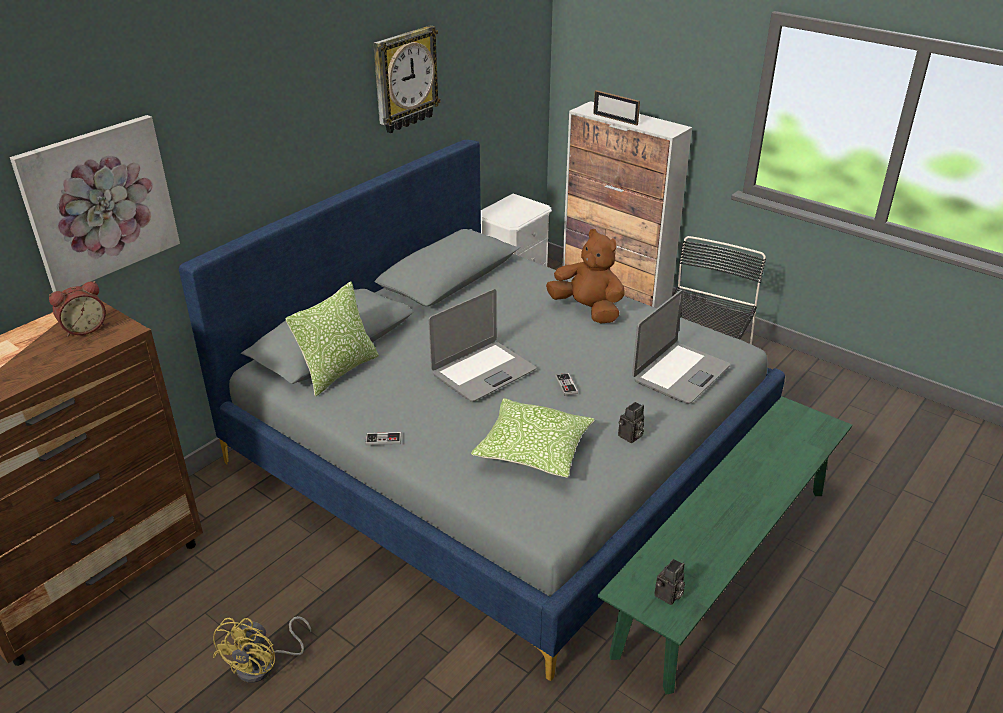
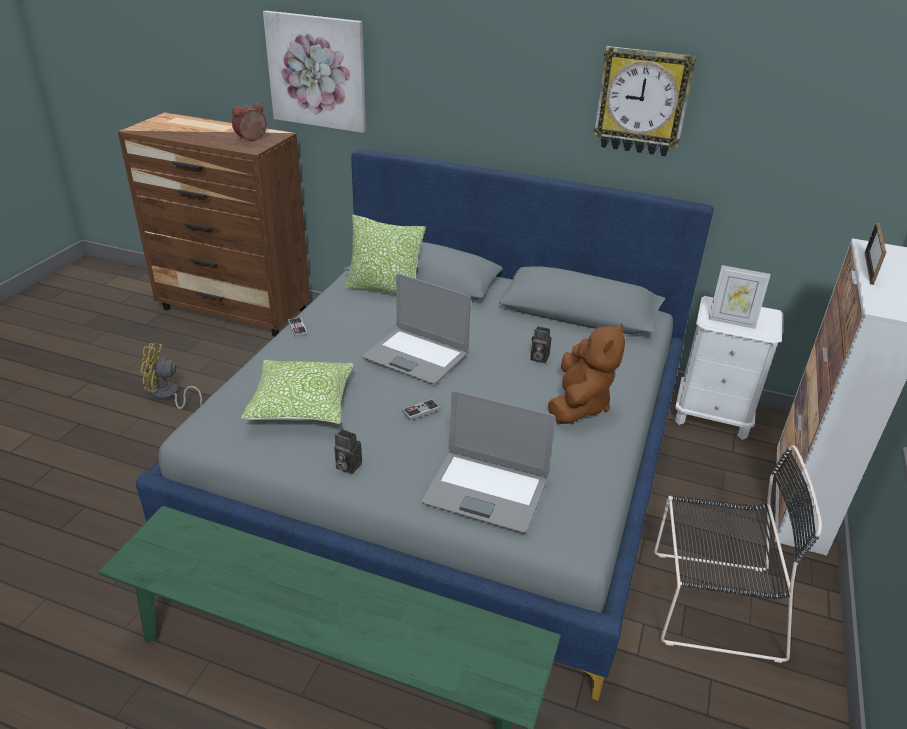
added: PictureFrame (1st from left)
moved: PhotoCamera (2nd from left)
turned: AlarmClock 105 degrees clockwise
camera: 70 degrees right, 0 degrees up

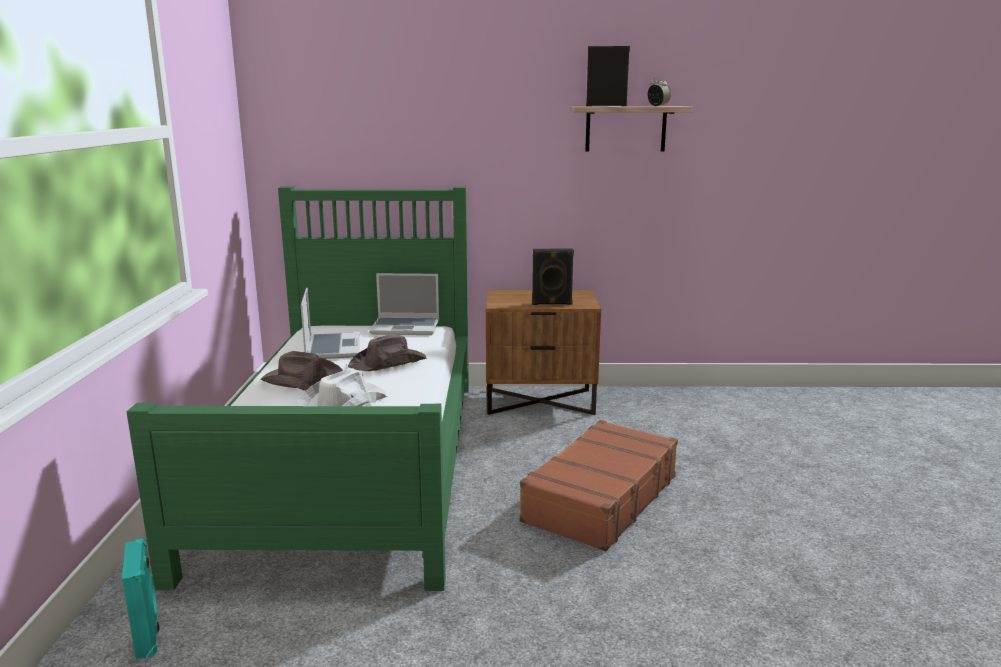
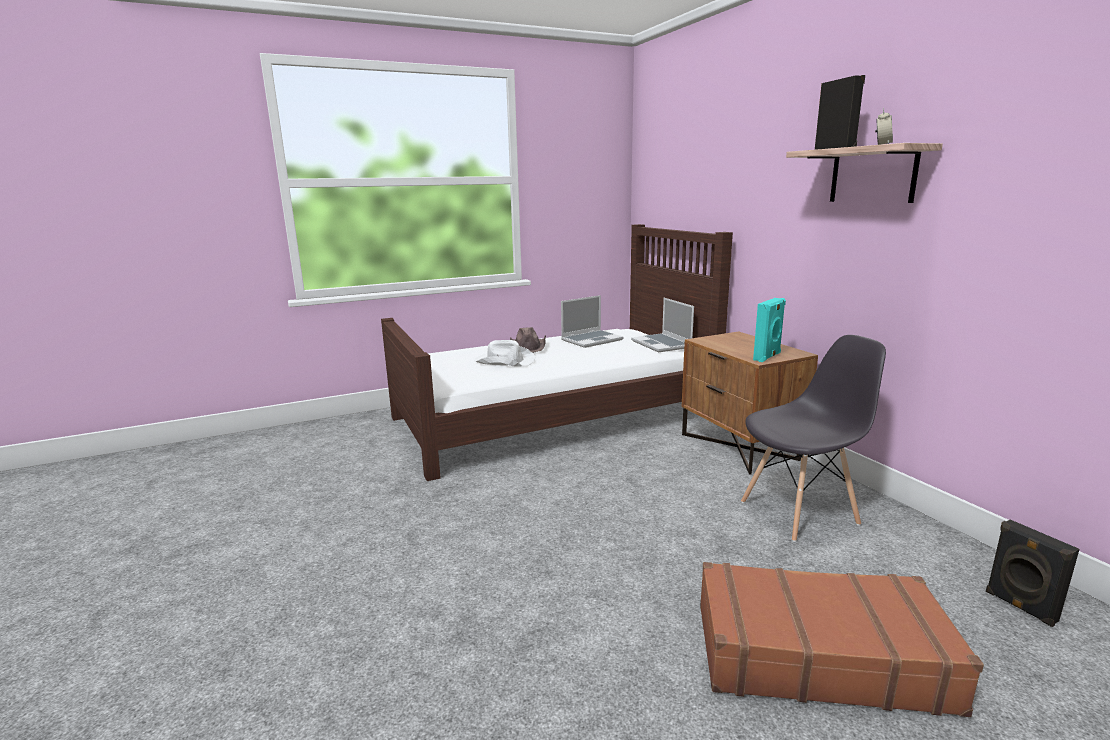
removed: BrownHat (2nd from left)
added: GreyChair
moved: TurquoiseSpeaker; BrownSuitcase; BlackSpeaker (1st from left in the first image) to BlackSpeaker (2nd from left)
recoloured: GreenBed to BrownBed
camera: 65 degrees right, 0 degrees up

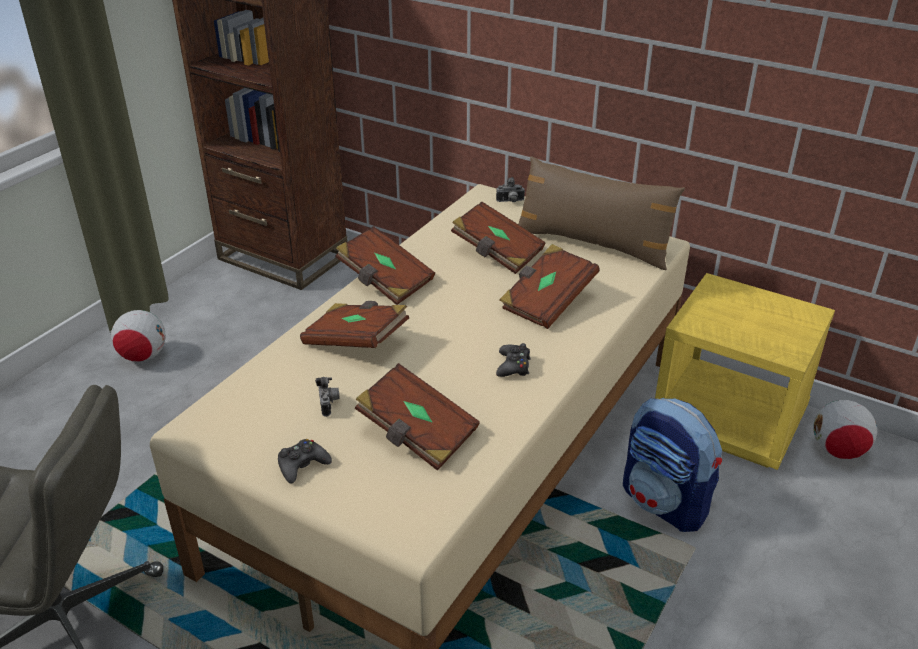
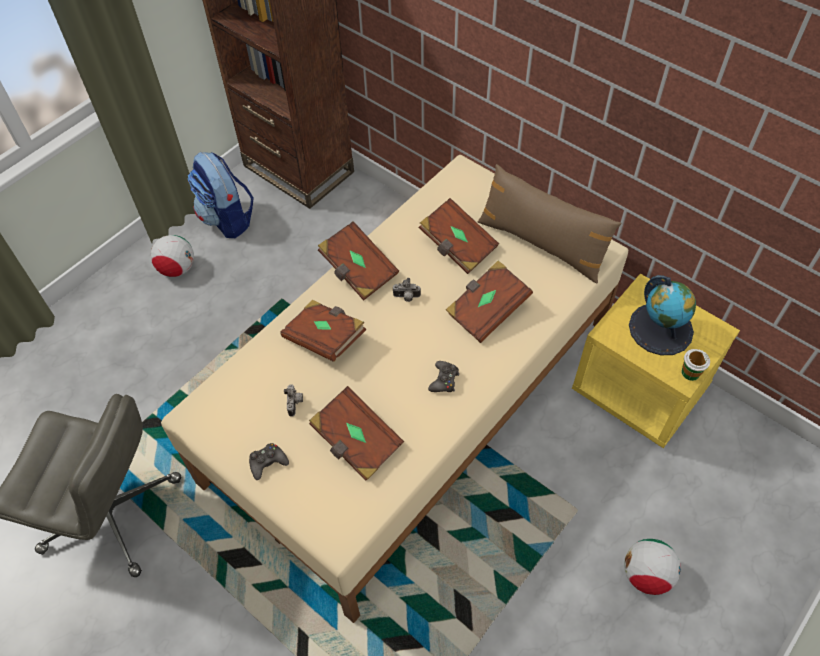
added: Globe; Cup
moved: PhotoCamera (2nd from left); Backpack; Football (2nd from left)
camera: 10 degrees right, 20 degrees up

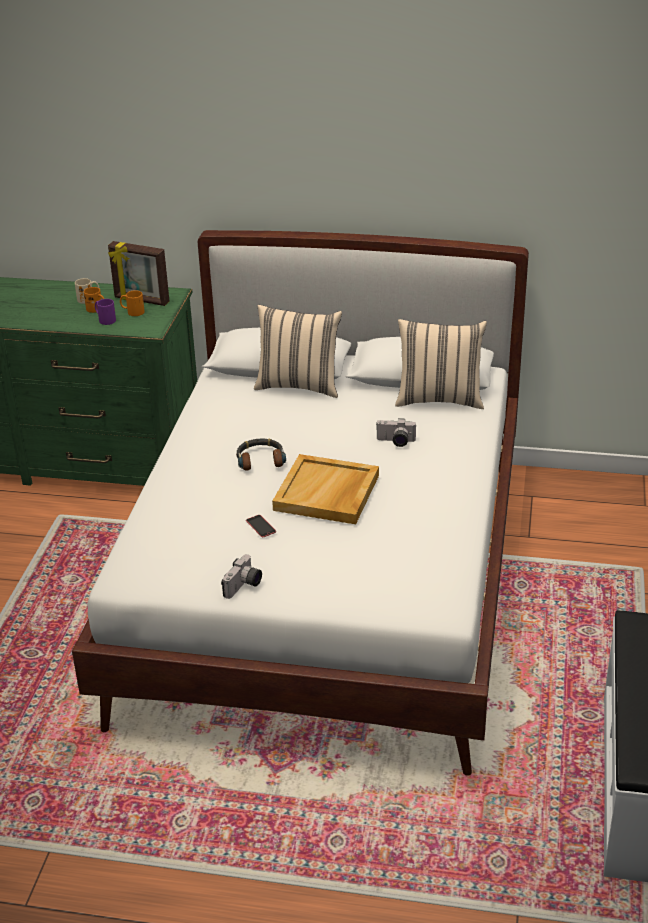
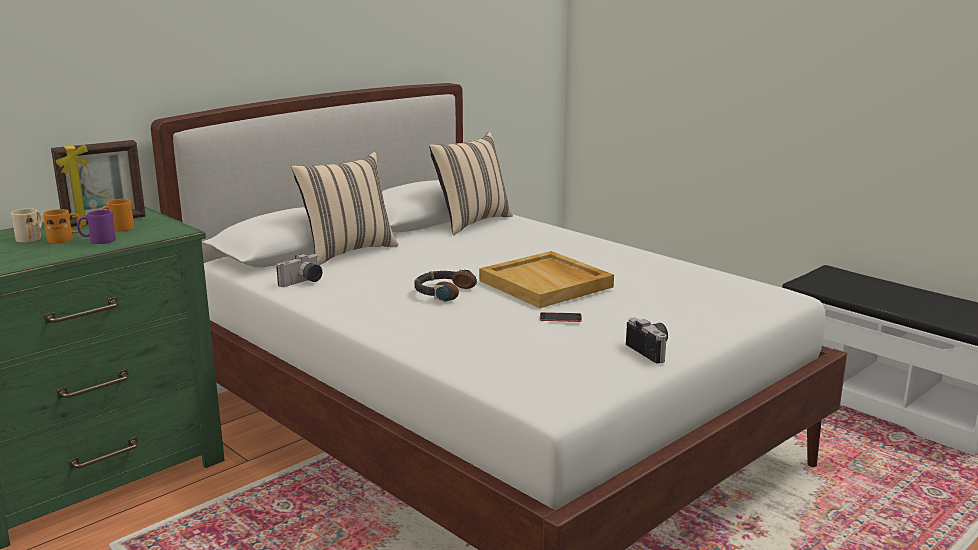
moved: PhotoCamera (2nd from left in the first image) to PhotoCamera (1st from left)
camera: 55 degrees left, 15 degrees down

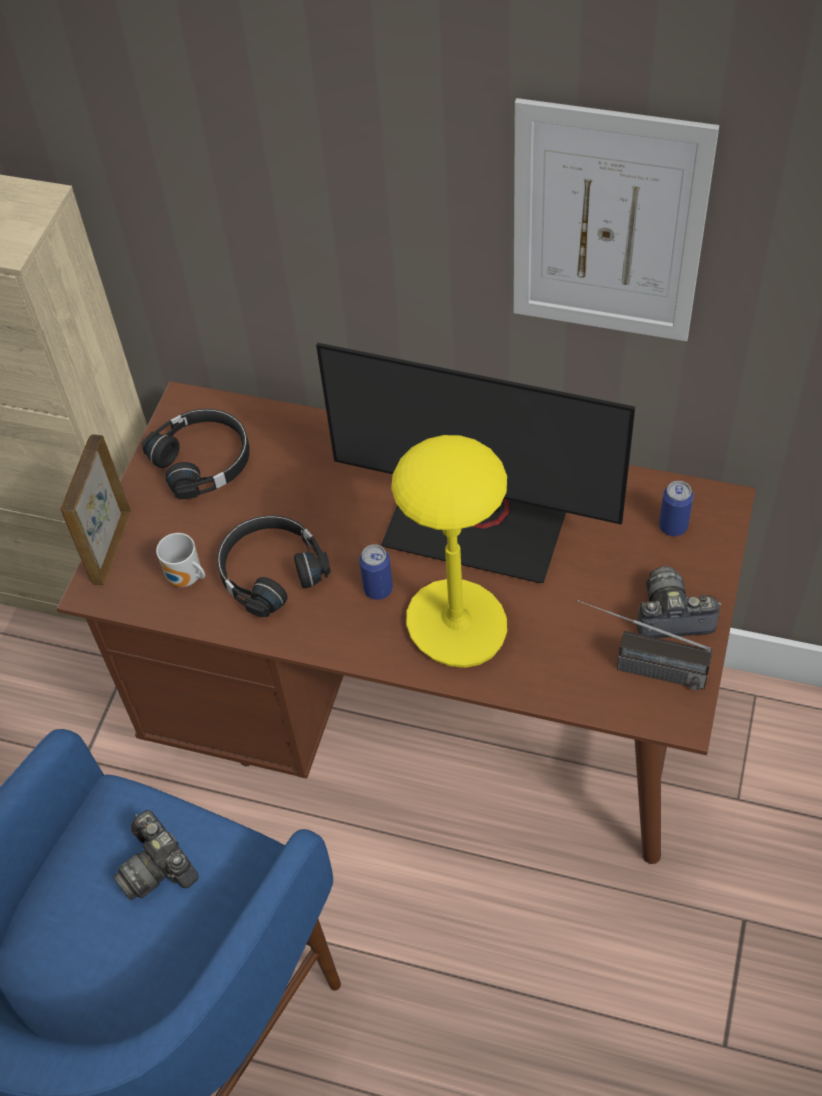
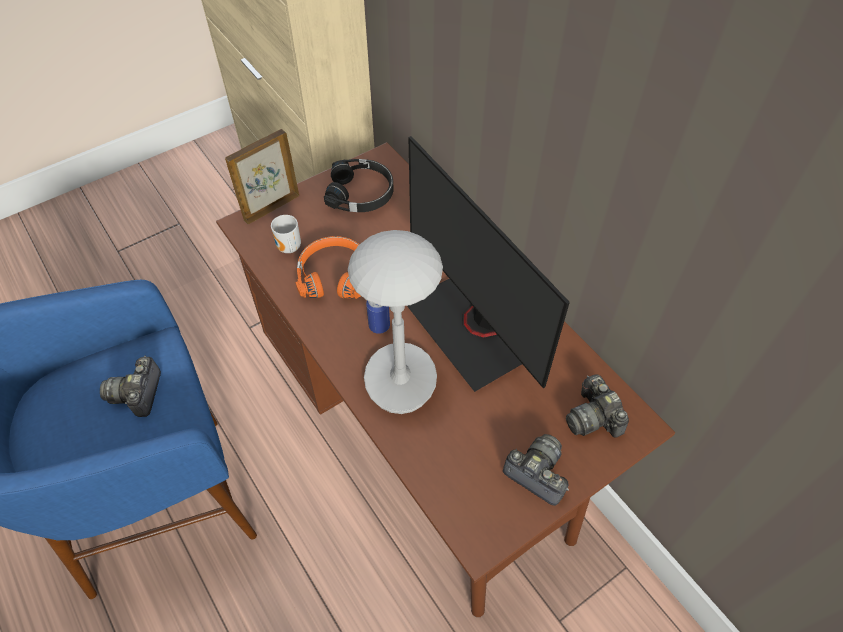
removed: Picture; Radio
replaced: Can (2nd from left) to PhotoCamera (3rd from left)
recoloured: BlackHeadphones (2nd from left) to OrangeHeadphones; YellowTableLamp to GreyTableLamp
camera: 35 degrees right, 0 degrees up

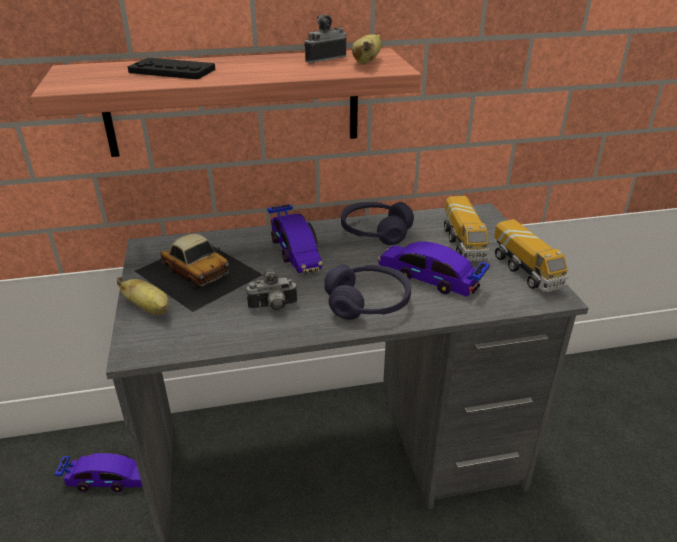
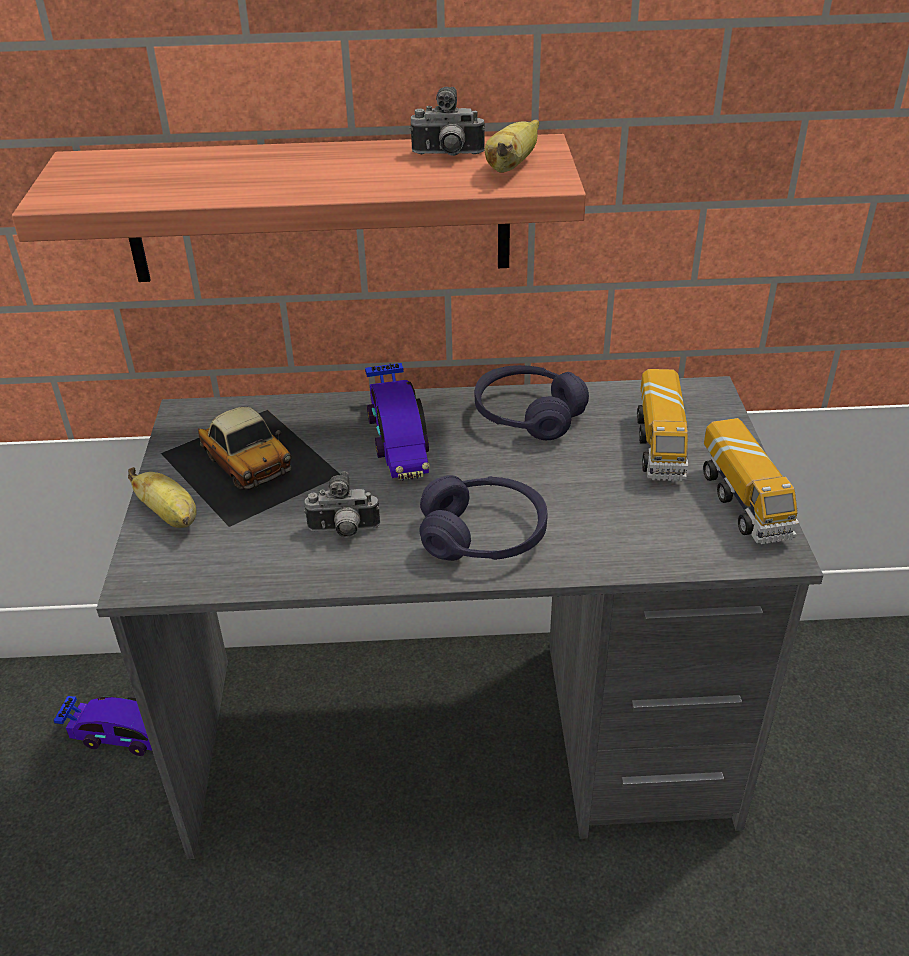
removed: BlackGameController; ToyCar (4th from left)
turned: PhotoCamera (2nd from left) 150 degrees counterclockwise
camera: 10 degrees right, 5 degrees up

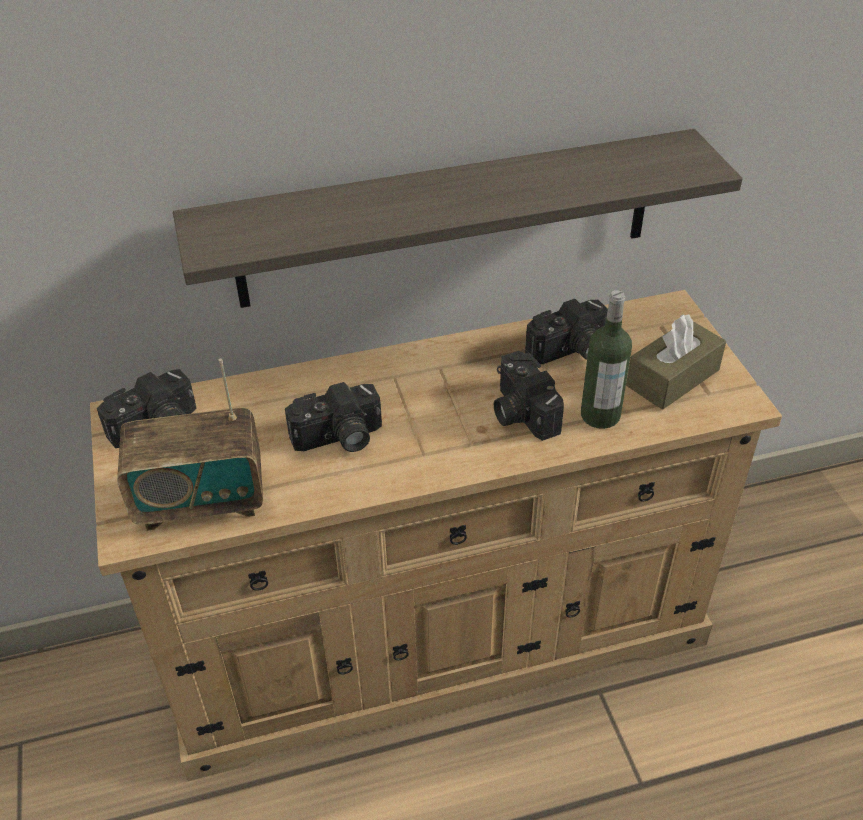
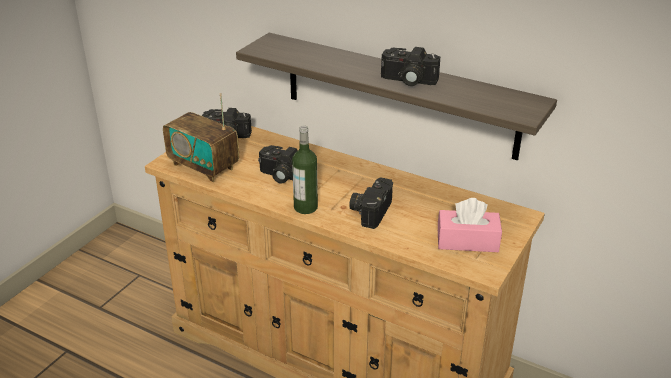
moved: PhotoCamera (4th from left); Bottle
recoloured: BrownTissueBox to PinkTissueBox
camera: 45 degrees right, 10 degrees down

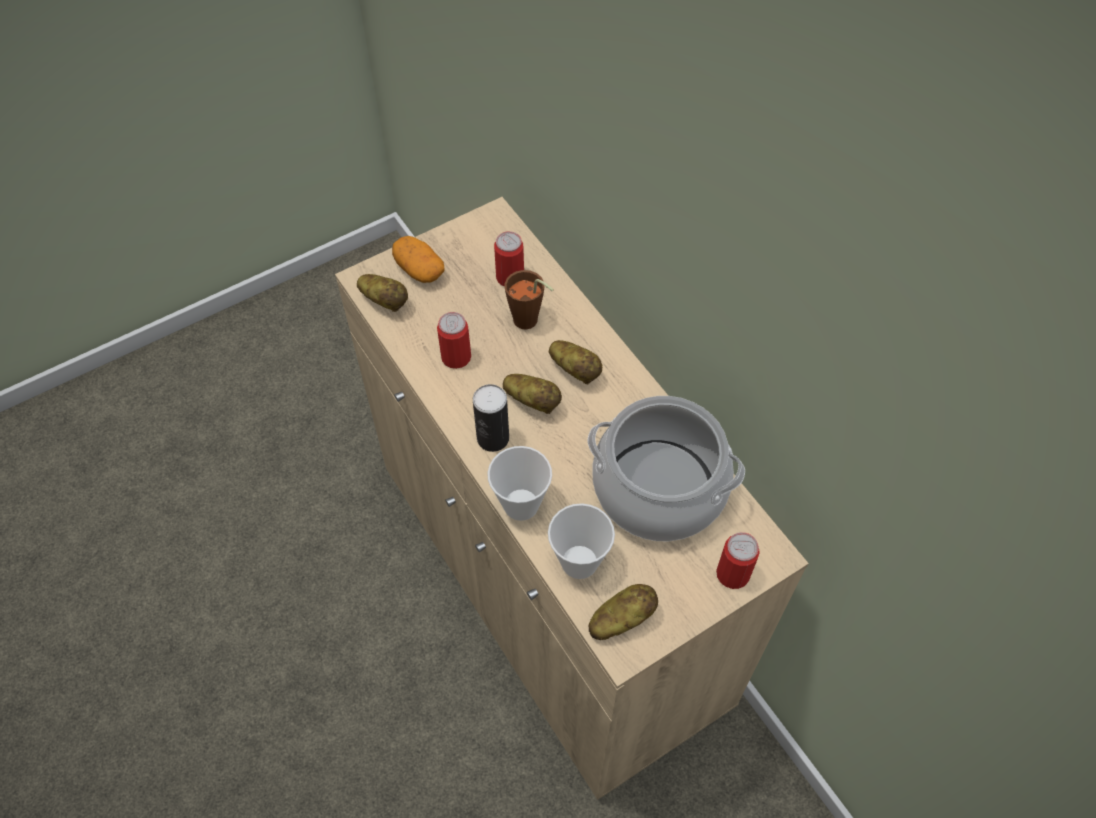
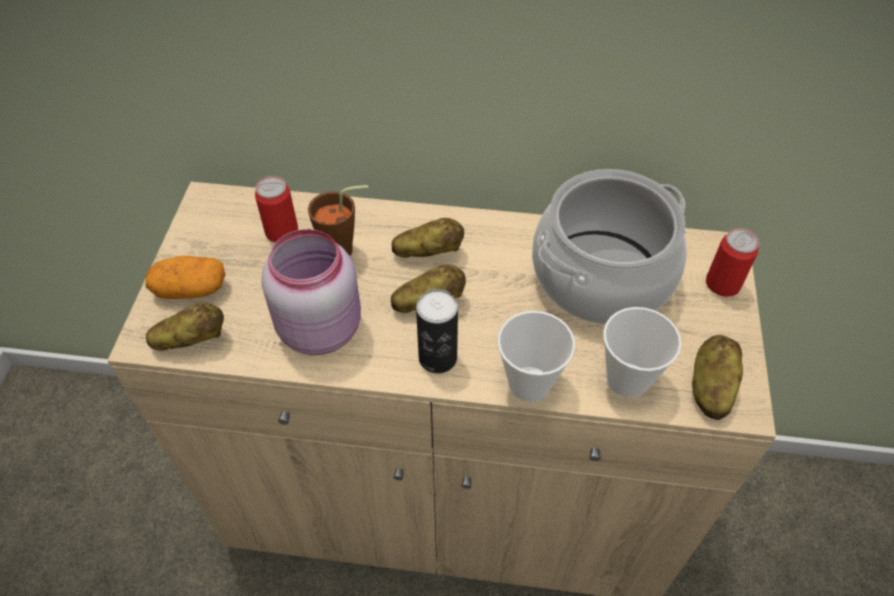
replaced: Can (1st from left) to PinkJar
camera: 50 degrees left, 5 degrees down

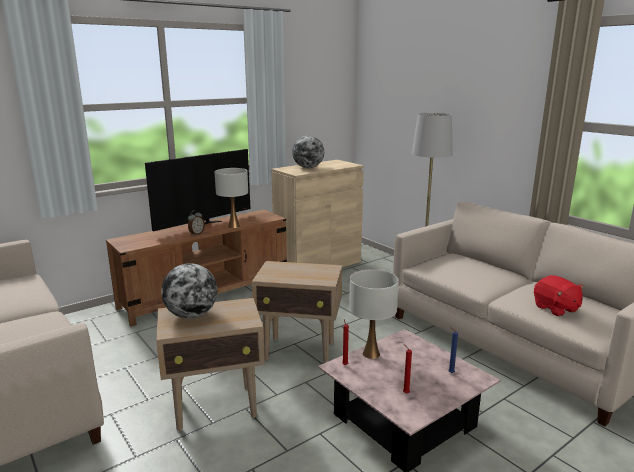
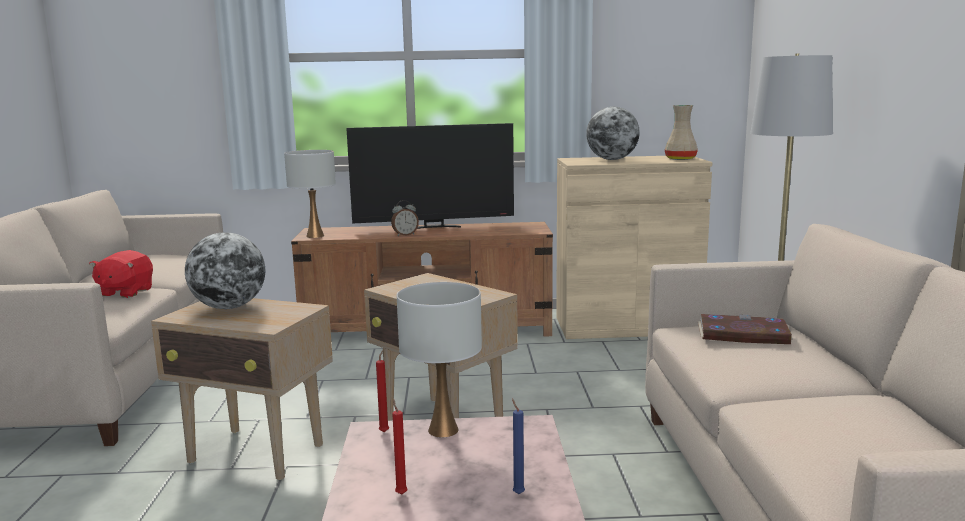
added: BeigeVase; Book
moved: WhiteTableLamp (1st from left); RedPlushToy
camera: 35 degrees right, 5 degrees down

